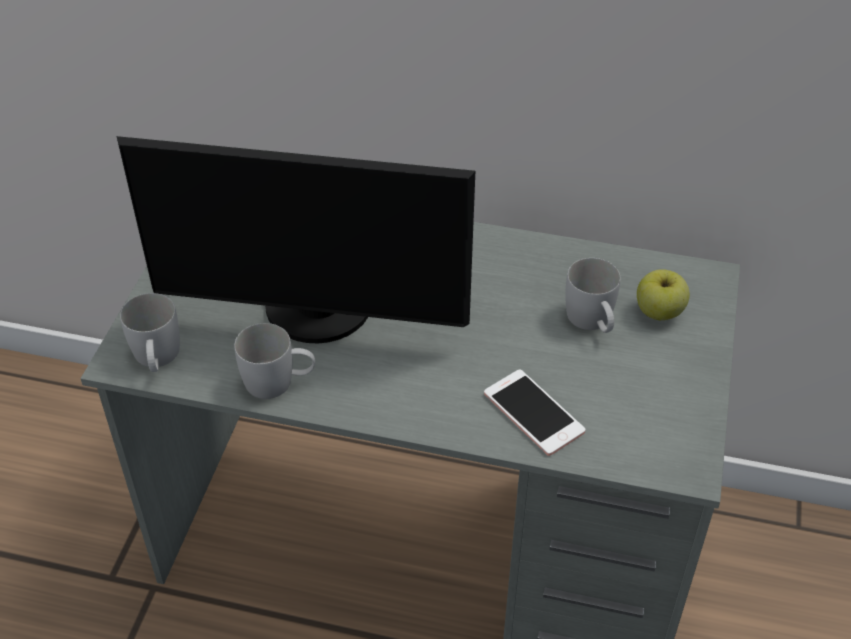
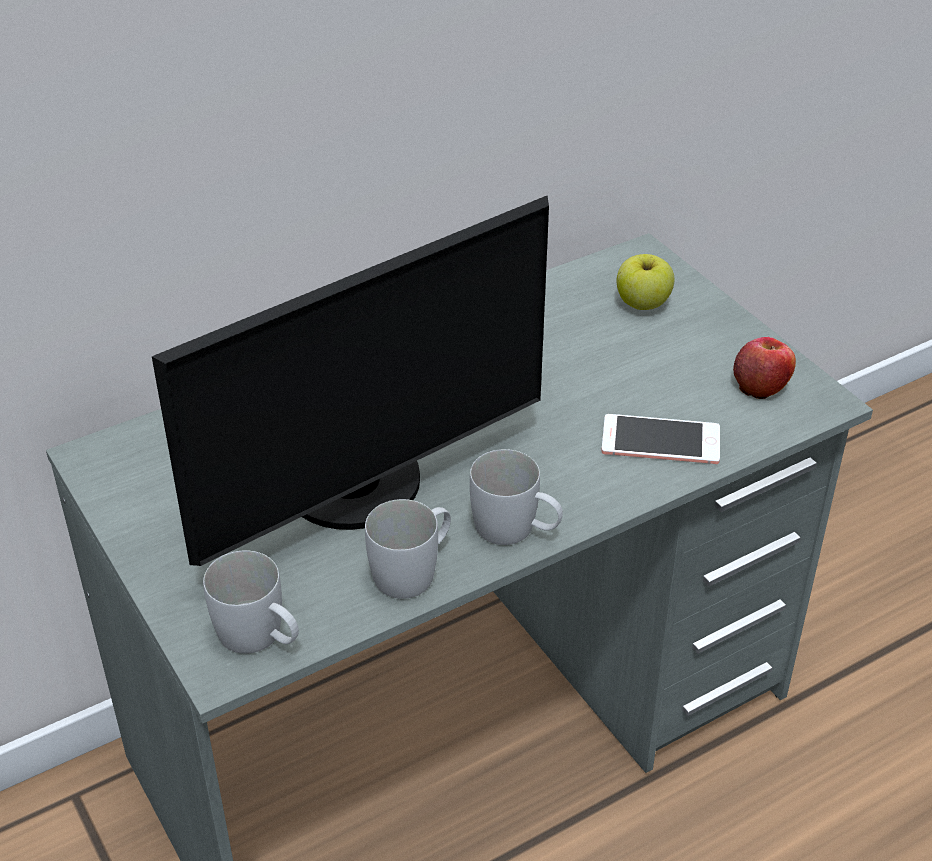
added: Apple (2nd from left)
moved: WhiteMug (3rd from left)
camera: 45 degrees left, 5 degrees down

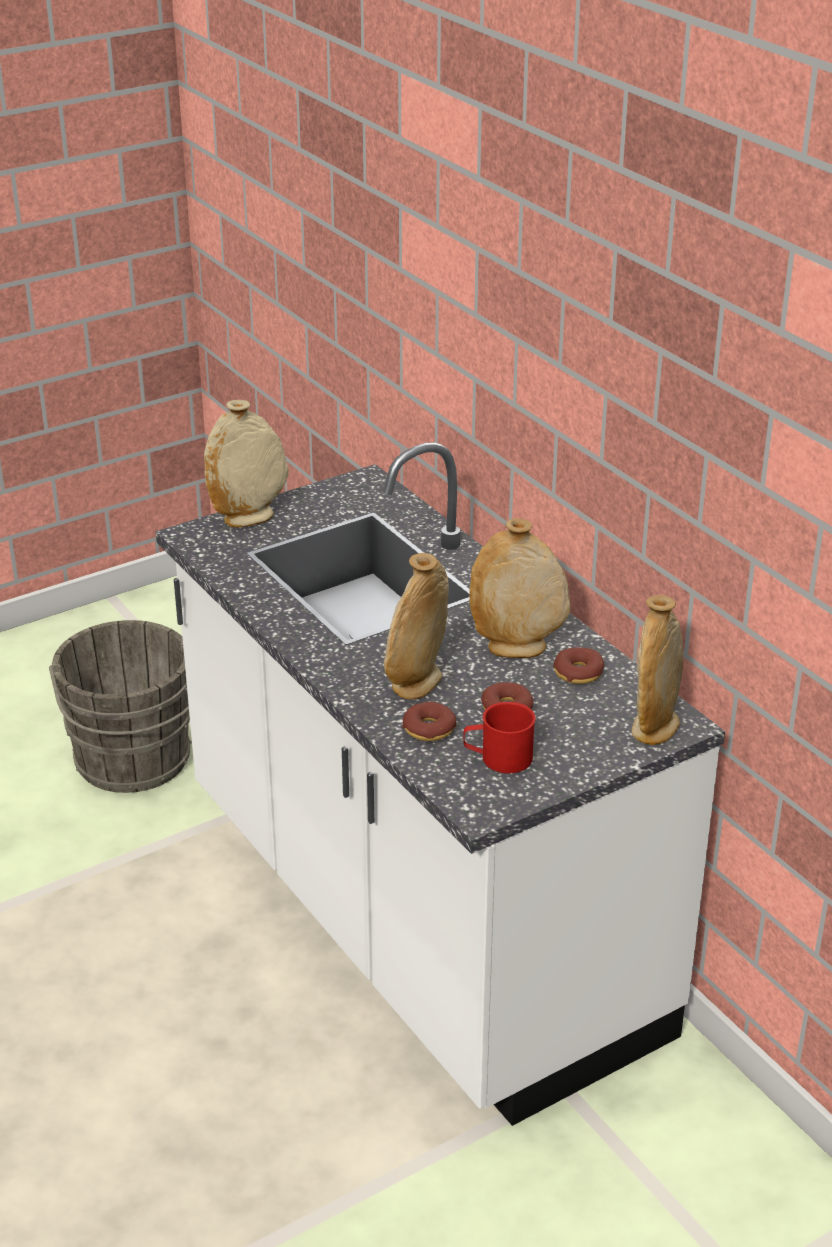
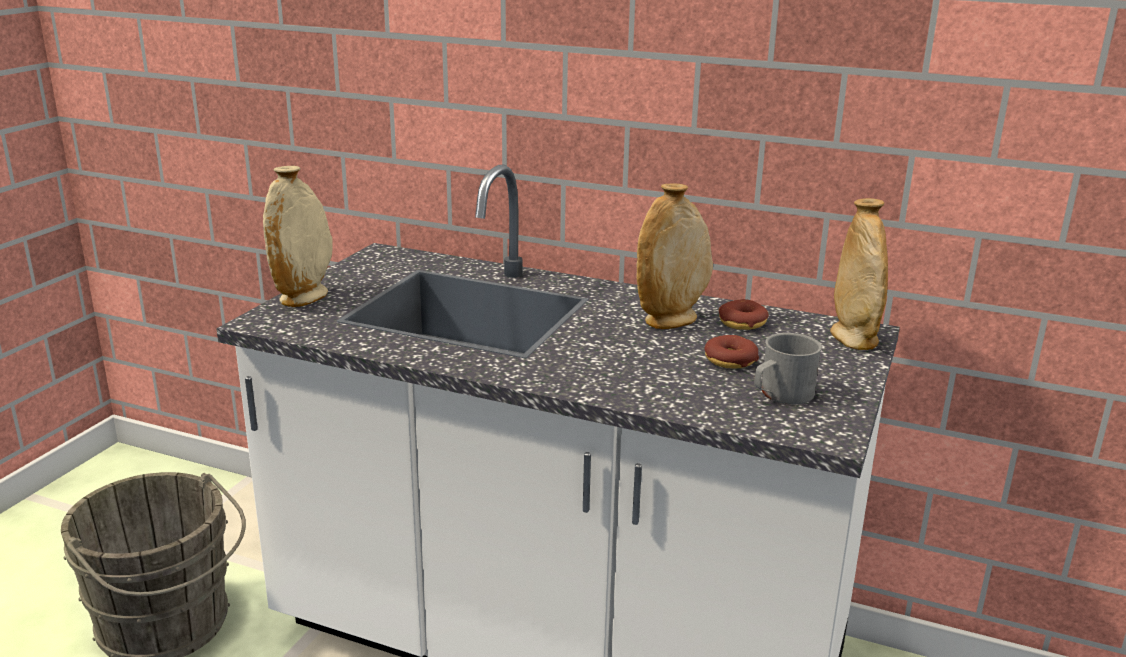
removed: BeigeVase (2nd from left); Donut (1st from left)
recoloured: RedMug to GreyMug
camera: 35 degrees left, 10 degrees down

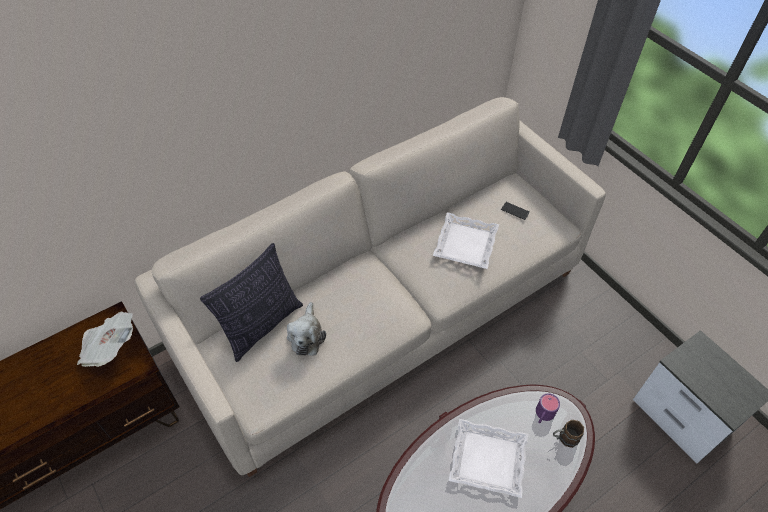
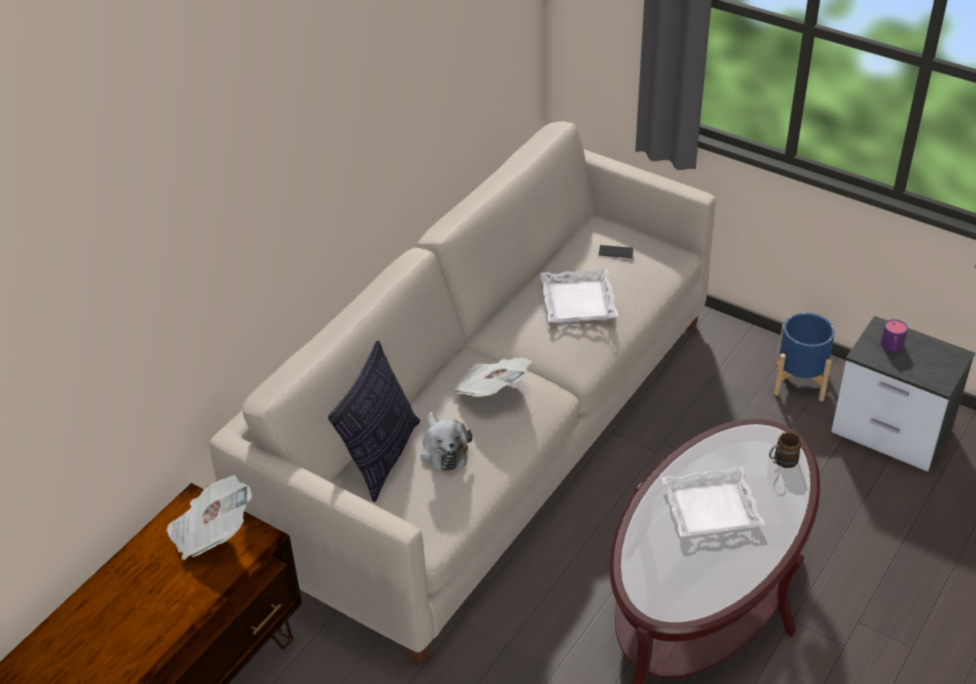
added: Newspaper (2nd from left); BluePlanter
moved: PurpleMug
camera: 20 degrees left, 10 degrees down

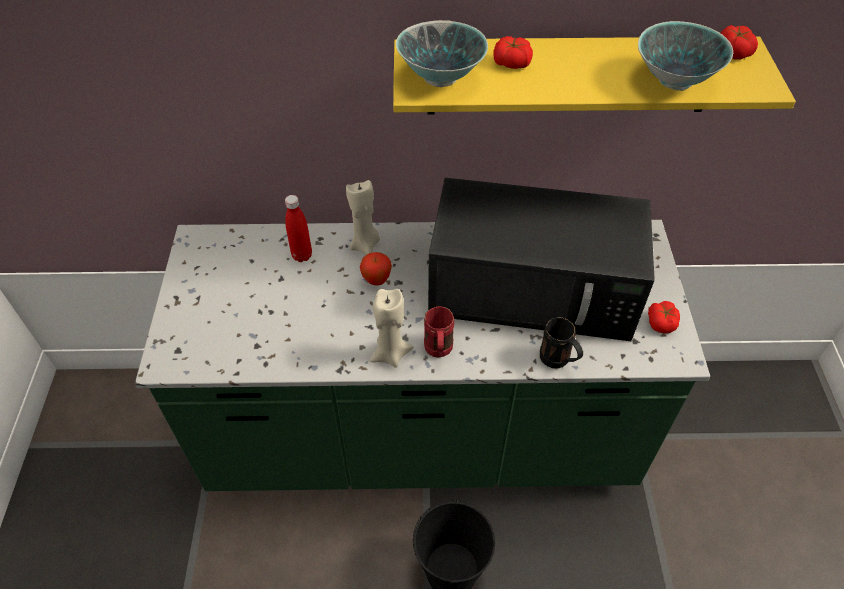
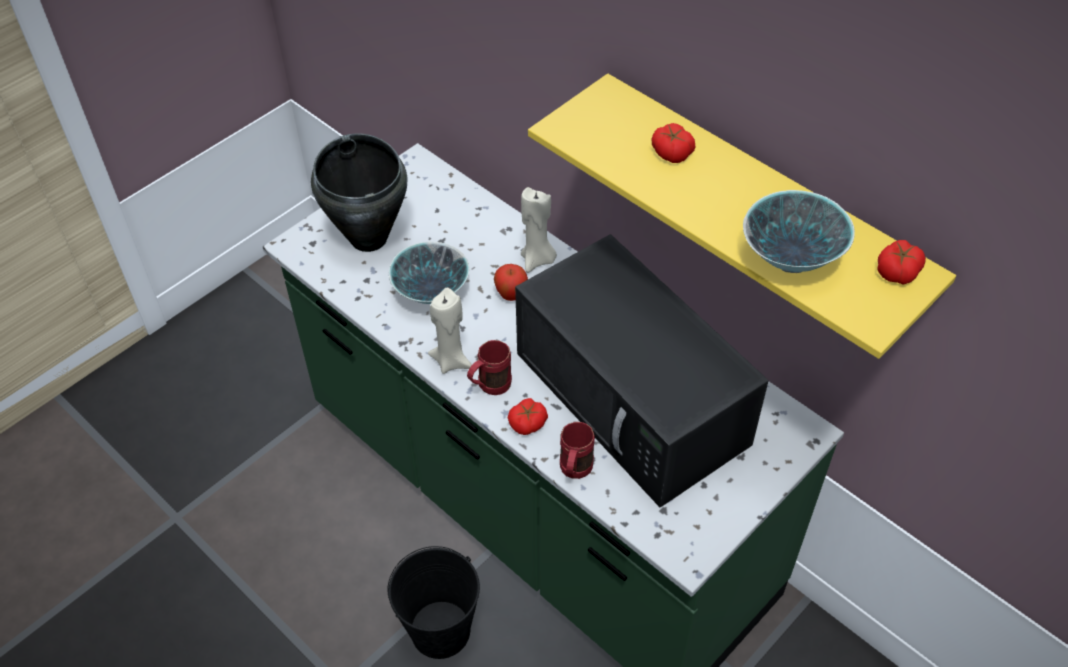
removed: RedBottle
added: BlackCookingPot
moved: Bowl (1st from left); Tomato (2nd from left in the first image) to Tomato (1st from left)
recoloured: BlackMug to RedMug (2nd from left)
camera: 45 degrees right, 0 degrees up

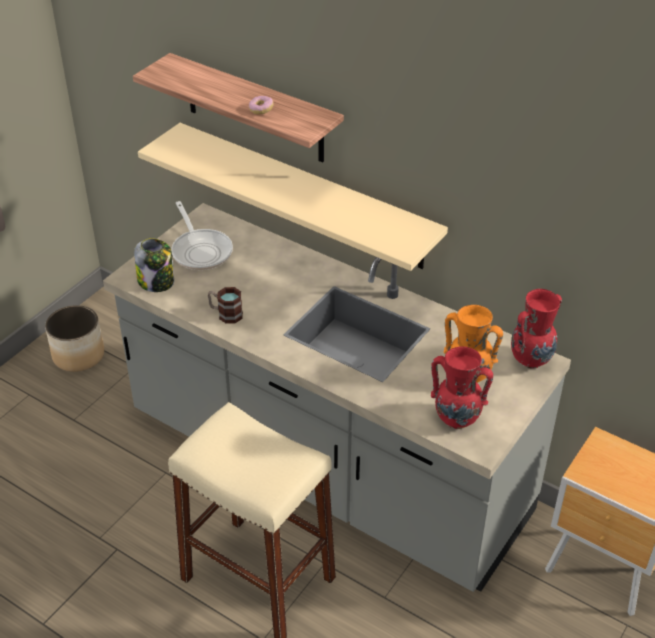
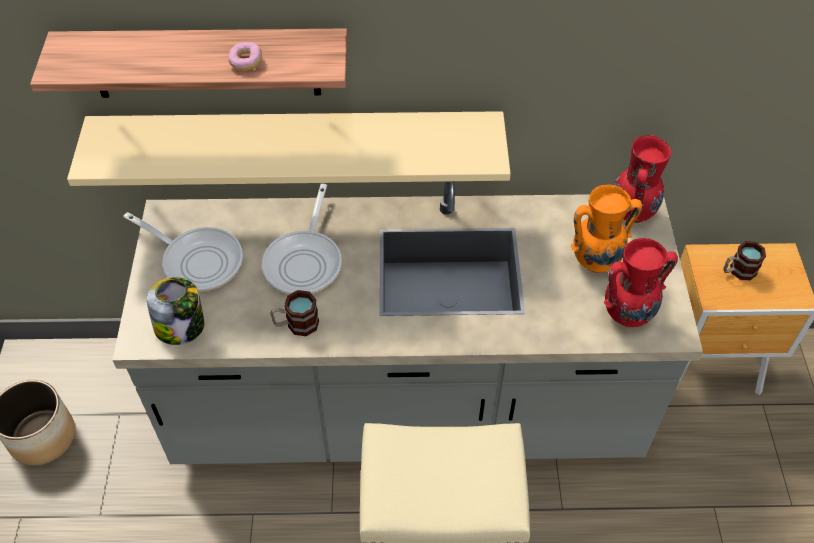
added: FryingPan (2nd from left); Mug (2nd from left)
camera: 35 degrees left, 10 degrees up

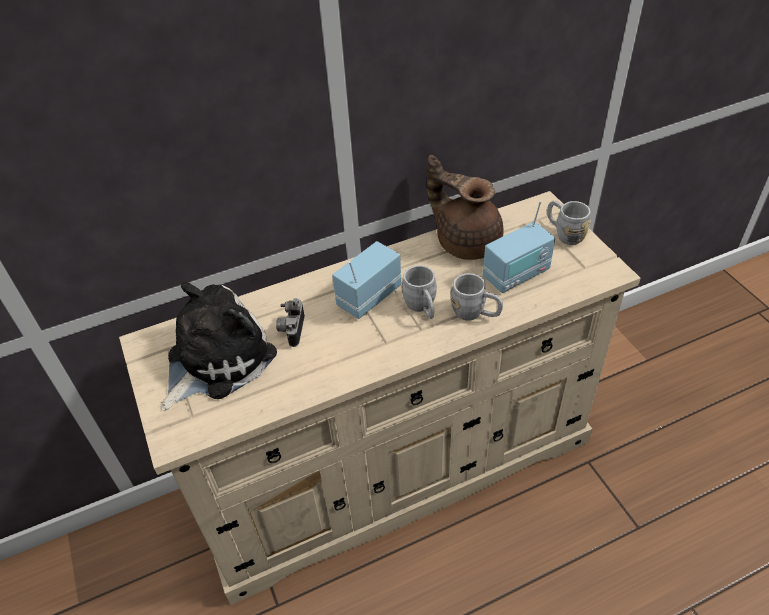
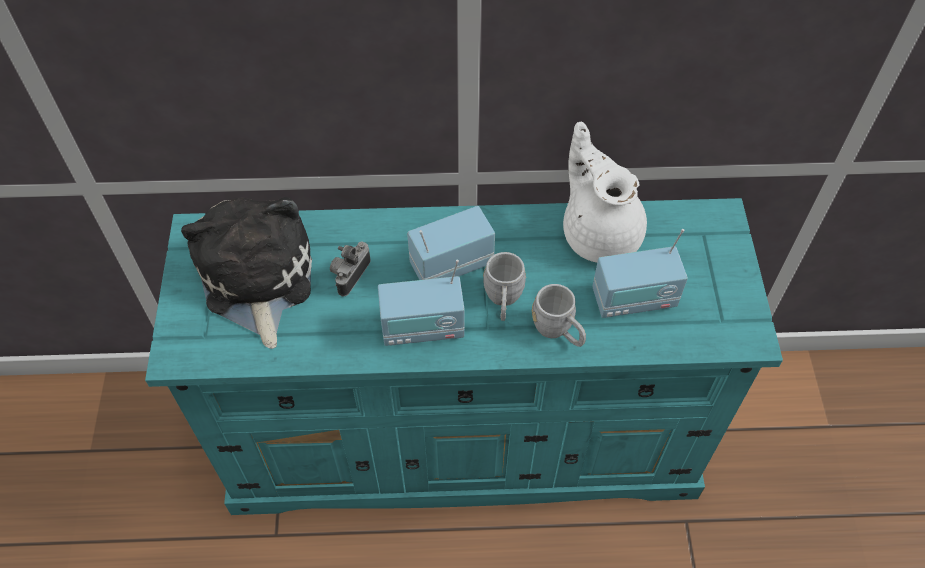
removed: GreyMug (3rd from left)
added: Radio (1st from left)
recoloured: BeigeDresser to TurquoiseDresser; BrownTeapot to WhiteTeapot
turned: PlushToy 75 degrees counterclockwise
camera: 20 degrees right, 10 degrees up

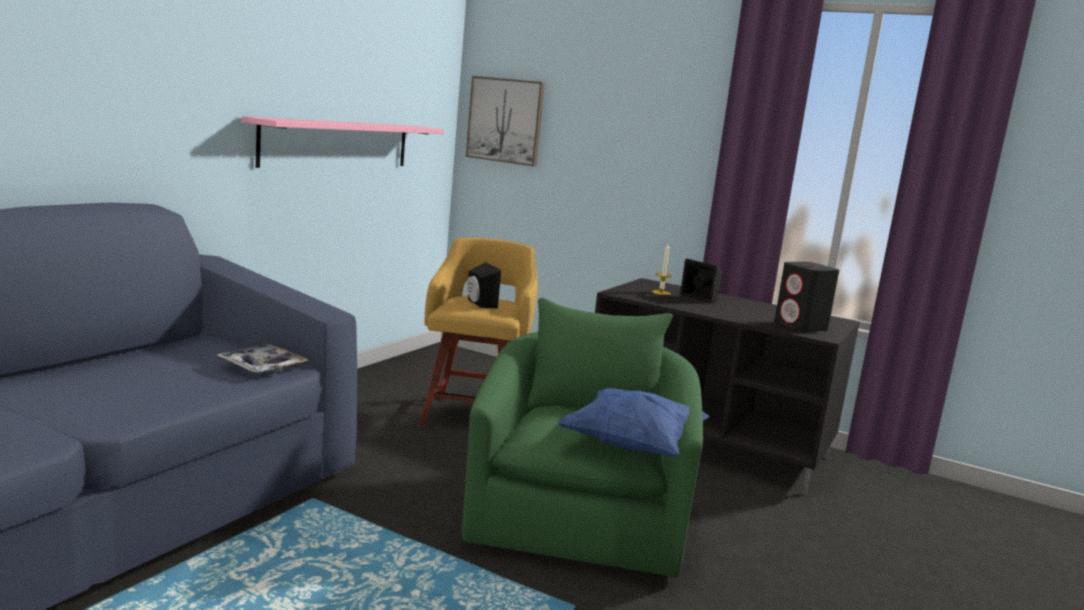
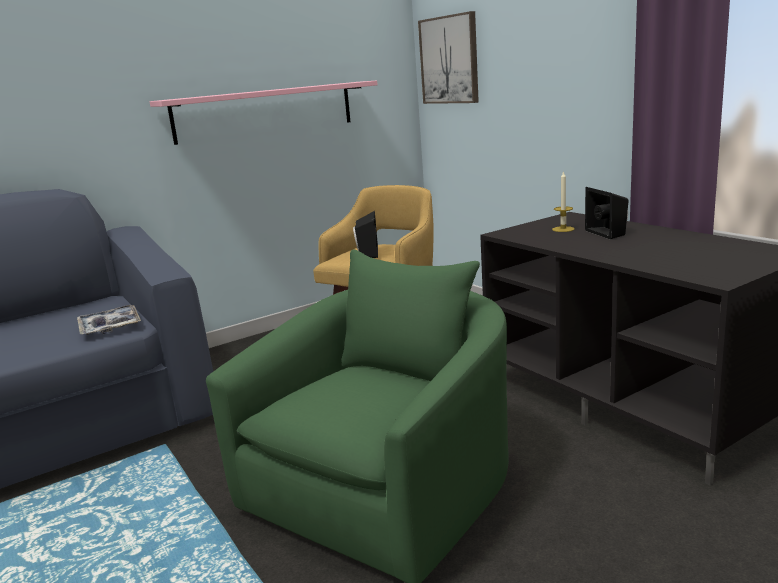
removed: BluePillow; BlackSpeaker (3rd from left)
camera: 30 degrees right, 5 degrees up

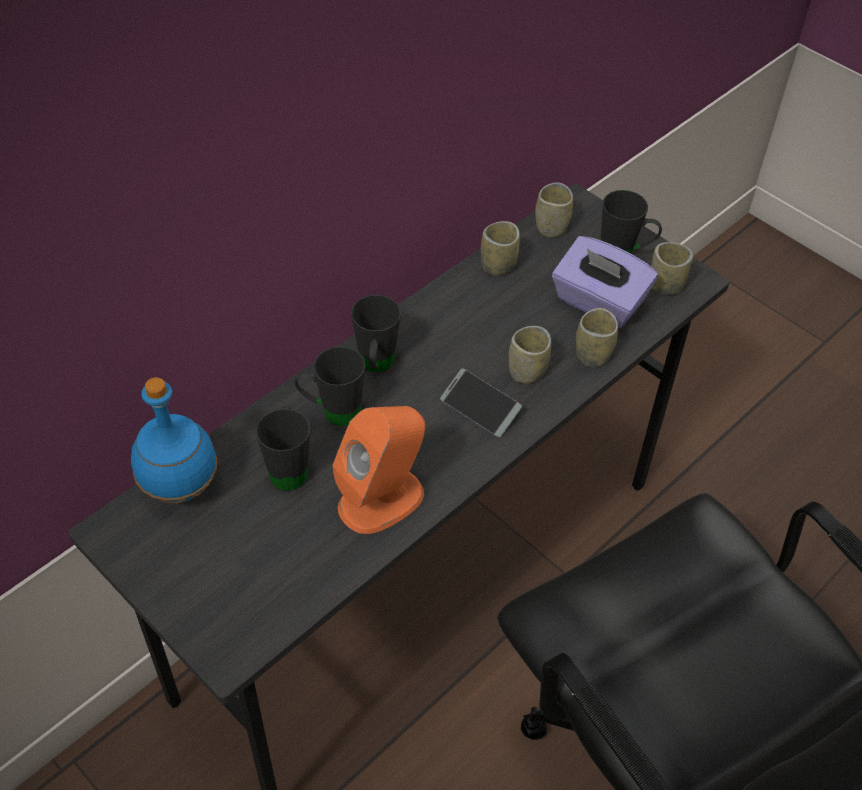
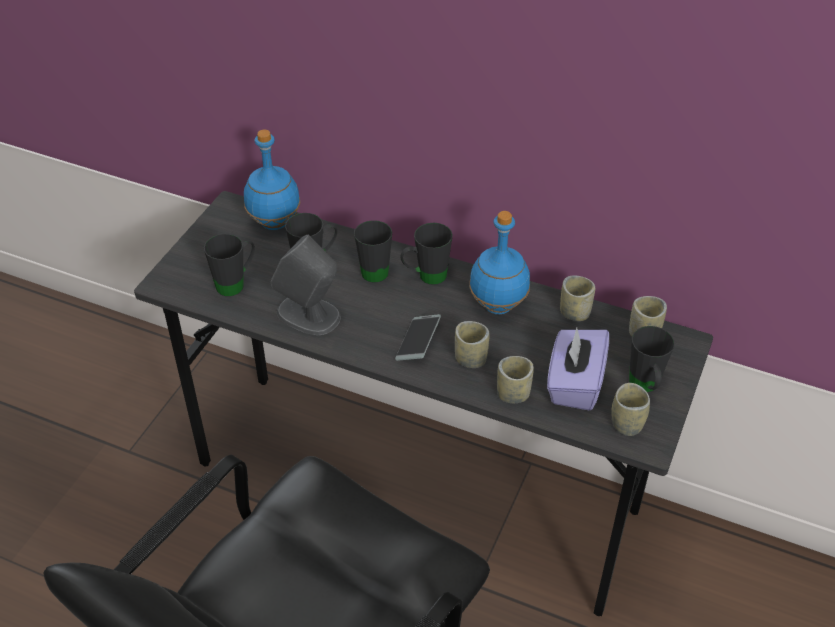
added: BlackMug (1st from left); BlueBottle (2nd from left)
recoloured: OrangeSpeaker to GreySpeaker
camera: 70 degrees right, 5 degrees down

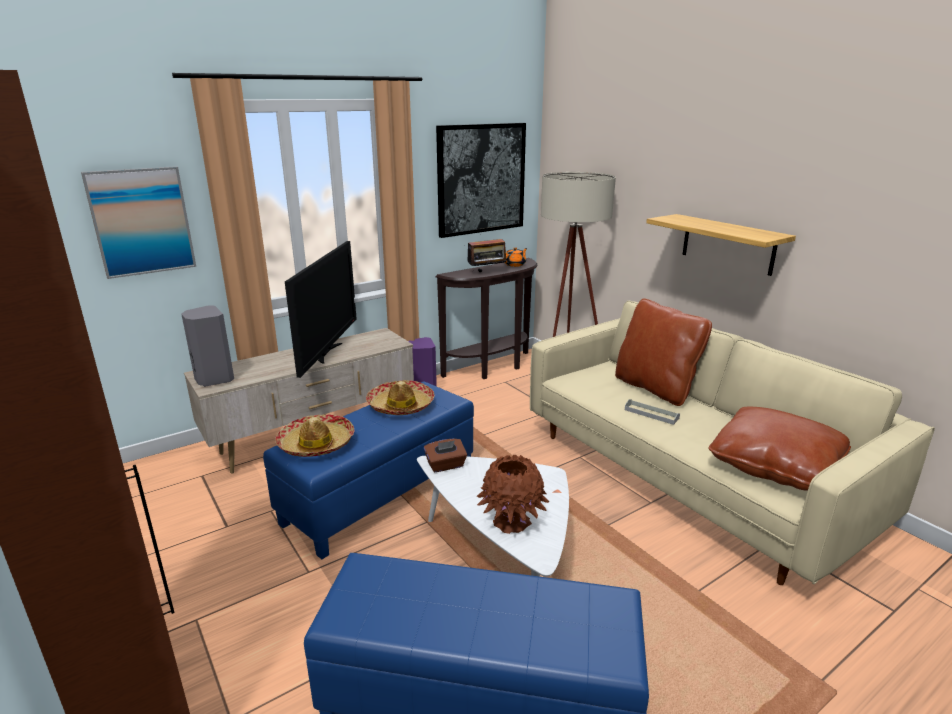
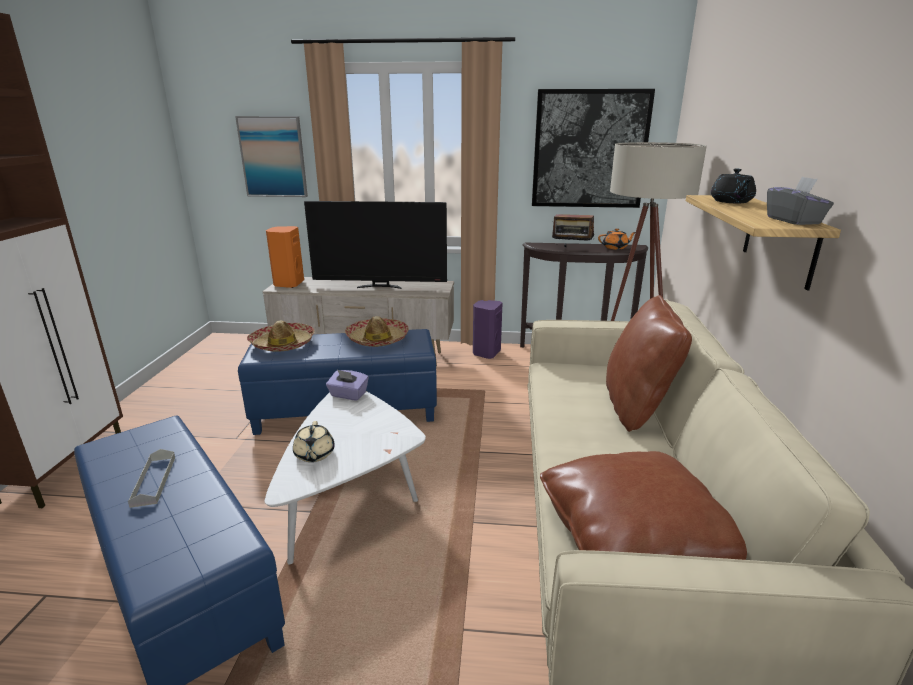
added: BlackTeapot; GreyTissueBox
moved: GreyTray
replaced: BrownVase to BeigeTeapot
recoloured: GreySpeaker to OrangeSpeaker; BrownTissueBox to PurpleTissueBox
turned: Television 45 degrees clockwise
camera: 40 degrees right, 0 degrees up

